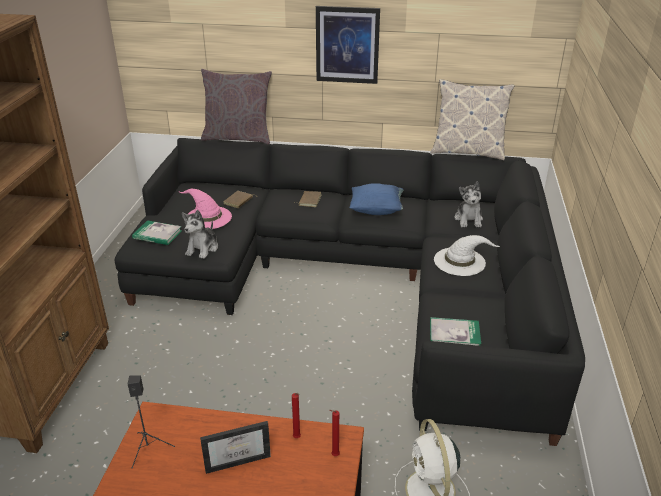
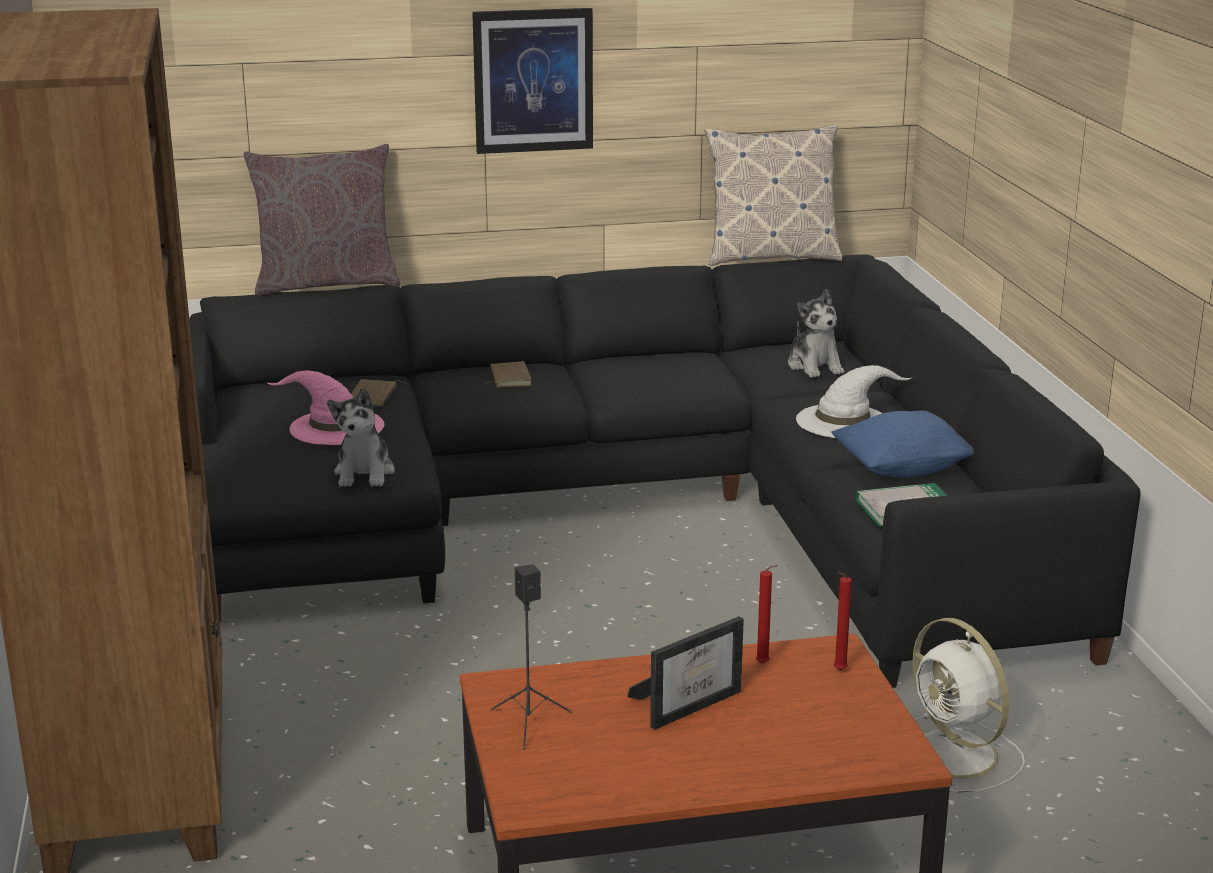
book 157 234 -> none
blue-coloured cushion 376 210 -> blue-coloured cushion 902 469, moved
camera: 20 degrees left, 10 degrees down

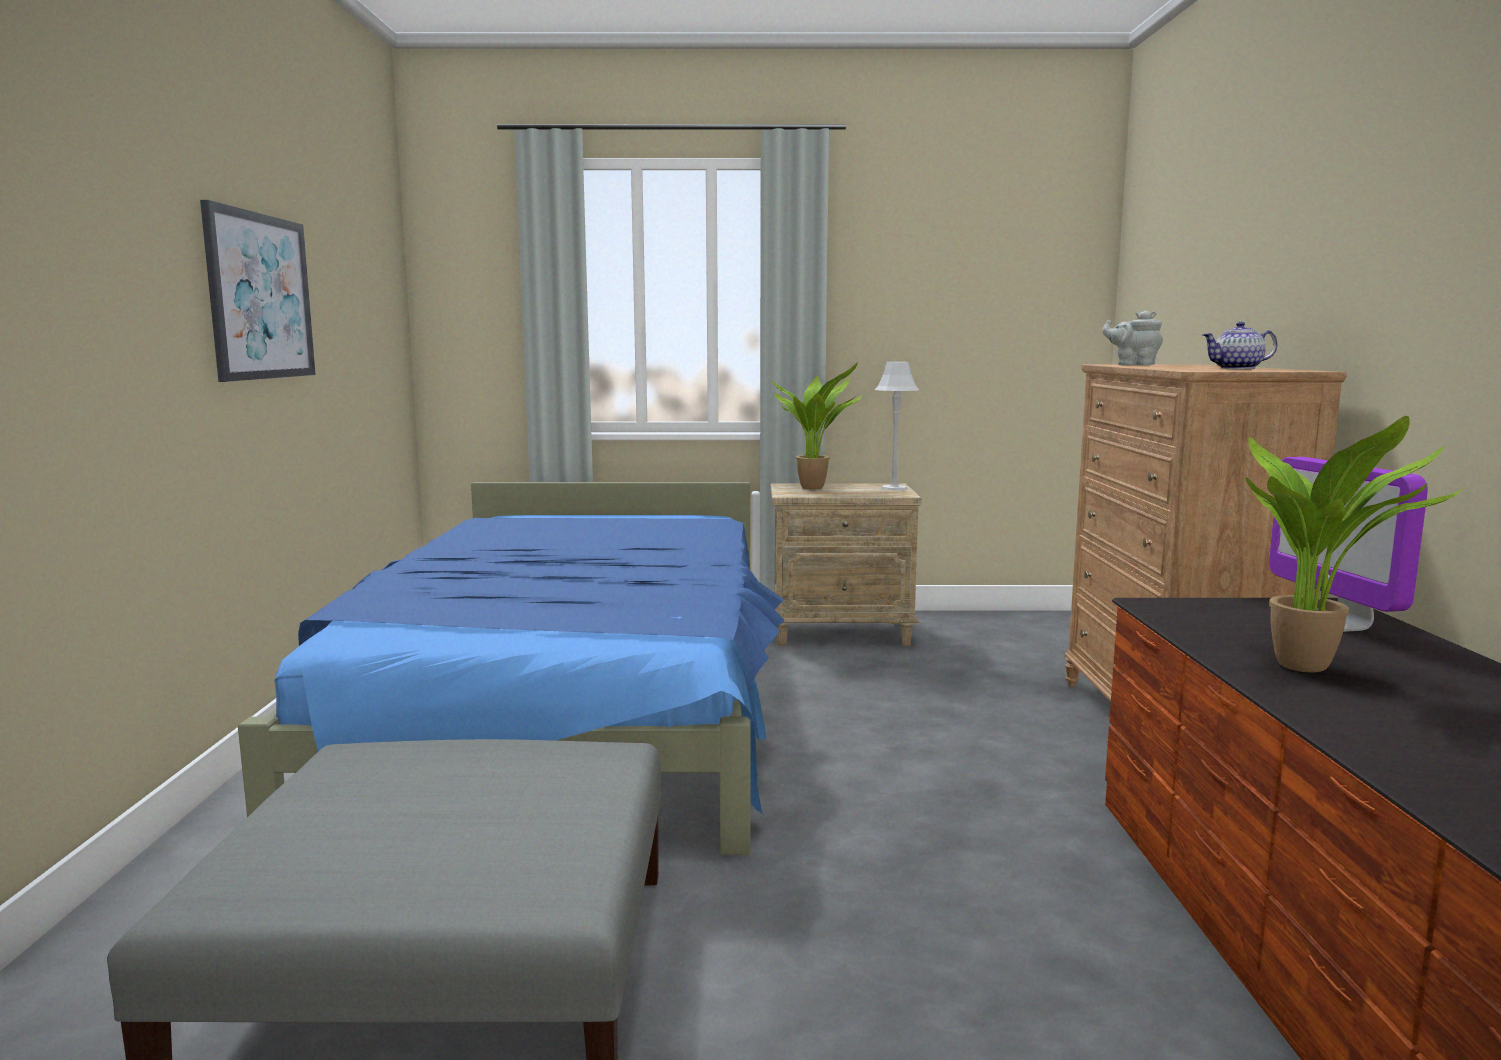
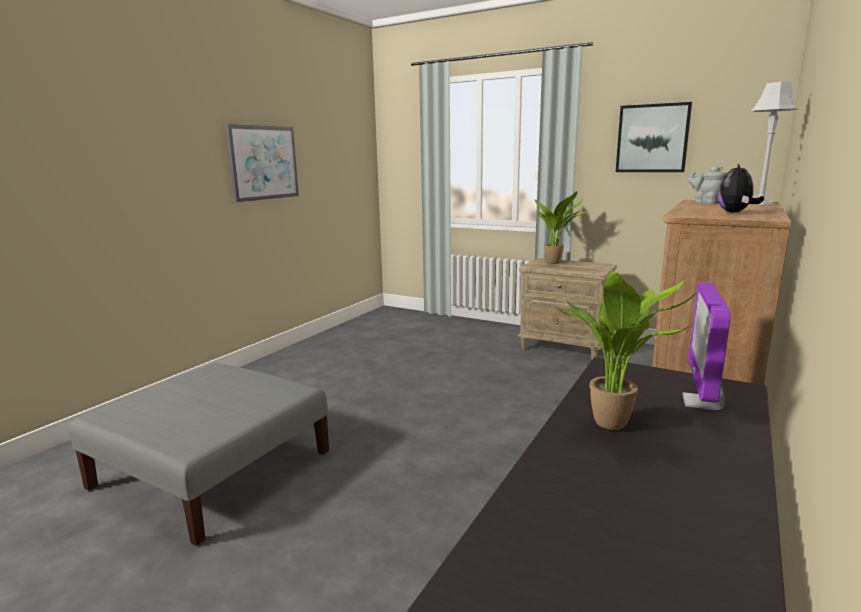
blue-coloured sleeping bed 574 706 -> none
none -> picture 652 138
greyish lamp for a table 894 488 -> greyish lamp for a table 760 203, moved
tea pot 1237 368 -> plush toy 735 212
camera: 30 degrees right, 5 degrees up

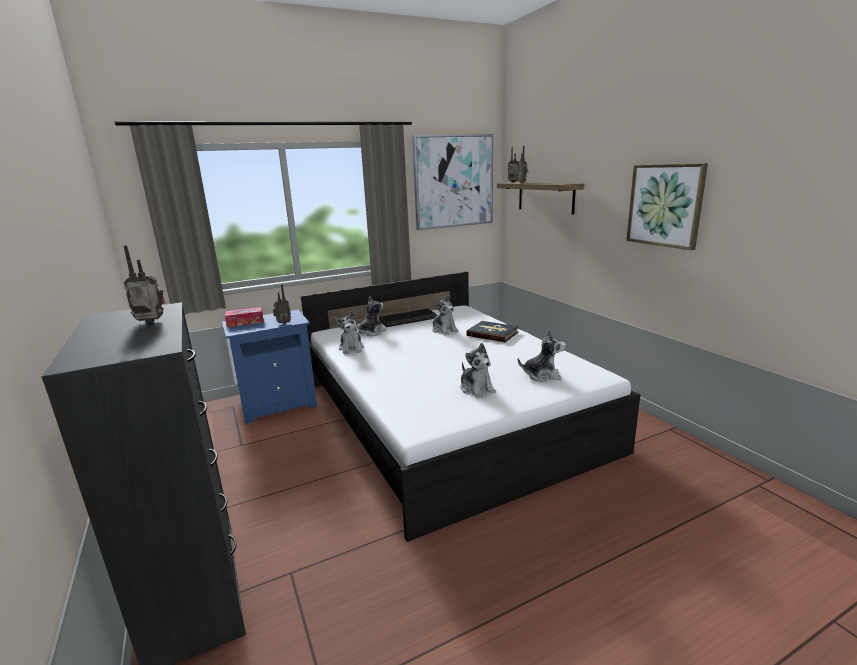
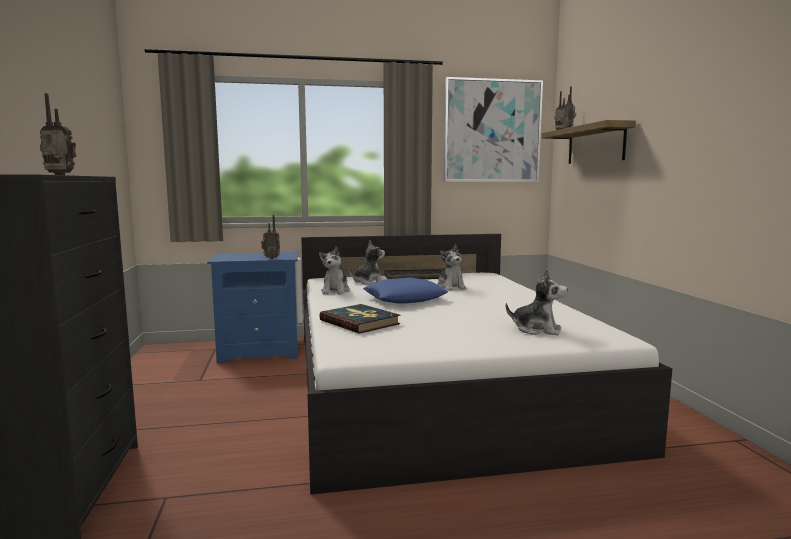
tissue box 245 322 -> none
plush toy 476 388 -> none
picture 665 205 -> none
none -> blue-coloured cushion 405 298
book 493 334 -> book 360 322, moved
camera: 15 degrees right, 10 degrees down

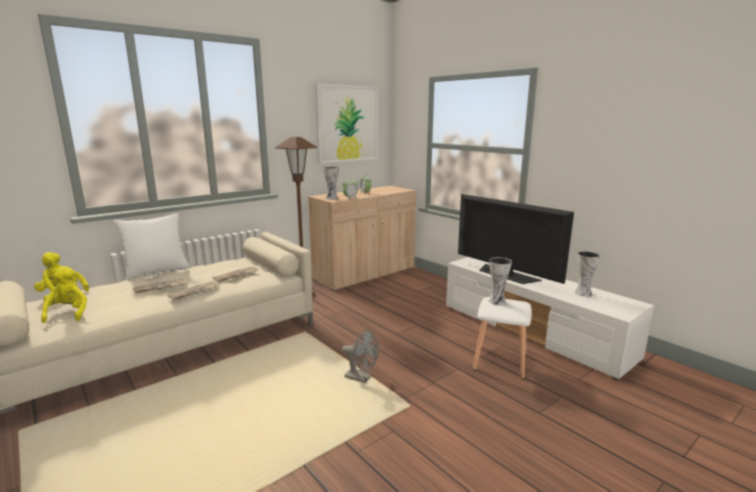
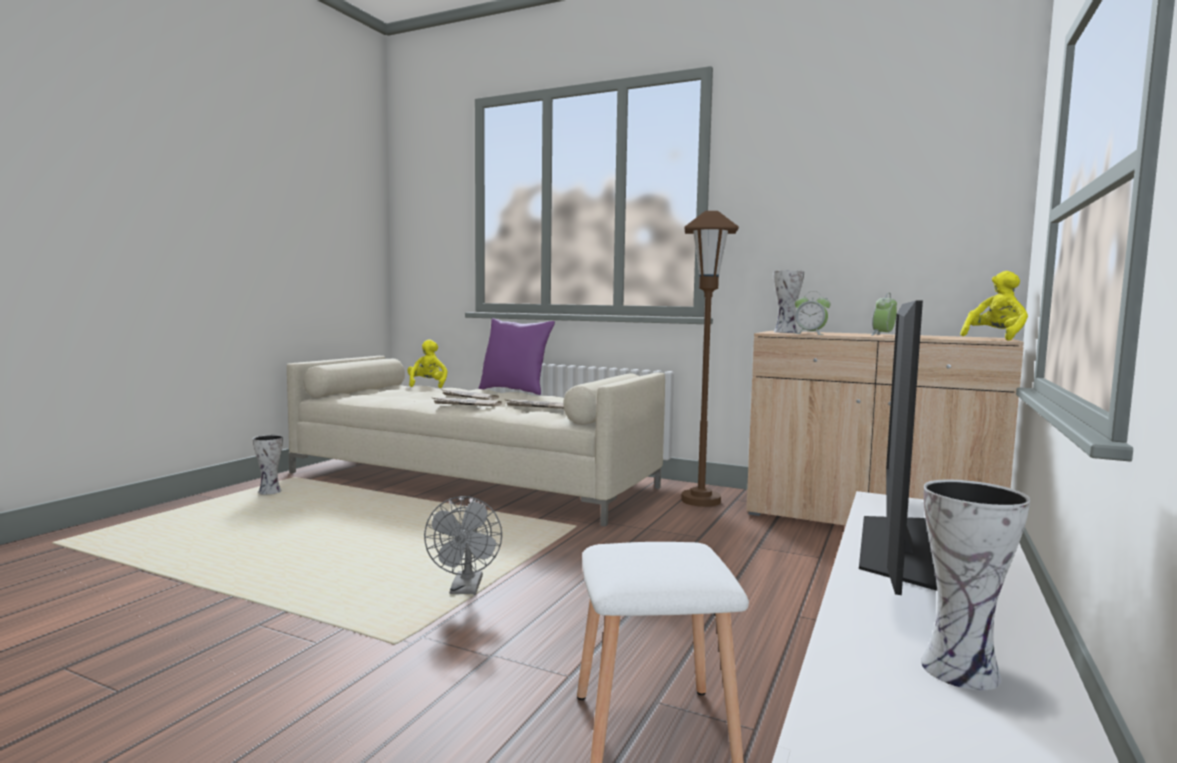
picture 347 124 -> none
yellowish plush toy 68 313 -> yellowish plush toy 995 338, moved
flower vase 497 301 -> flower vase 270 493, moved
white-coloured cushion 157 271 -> purple-coloured cushion 515 391
camera: 65 degrees right, 10 degrees down

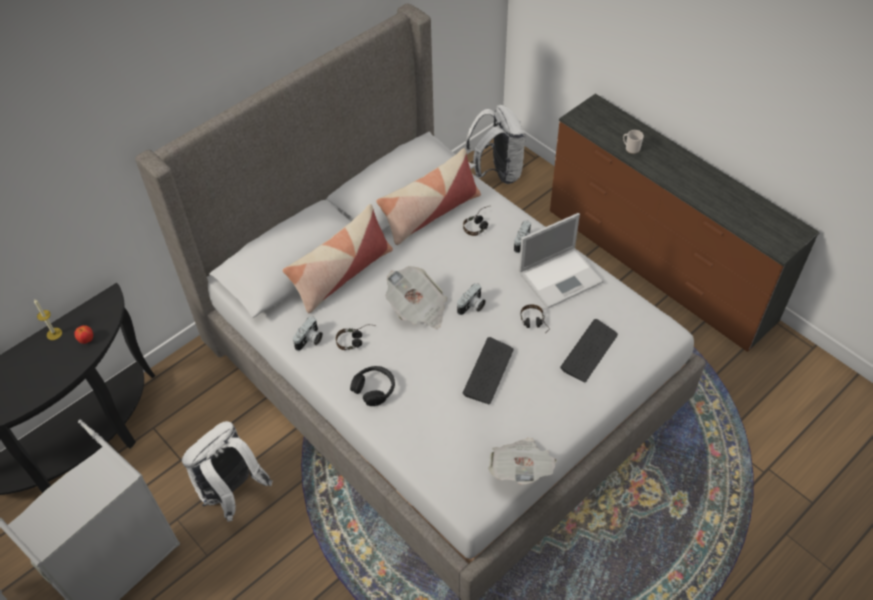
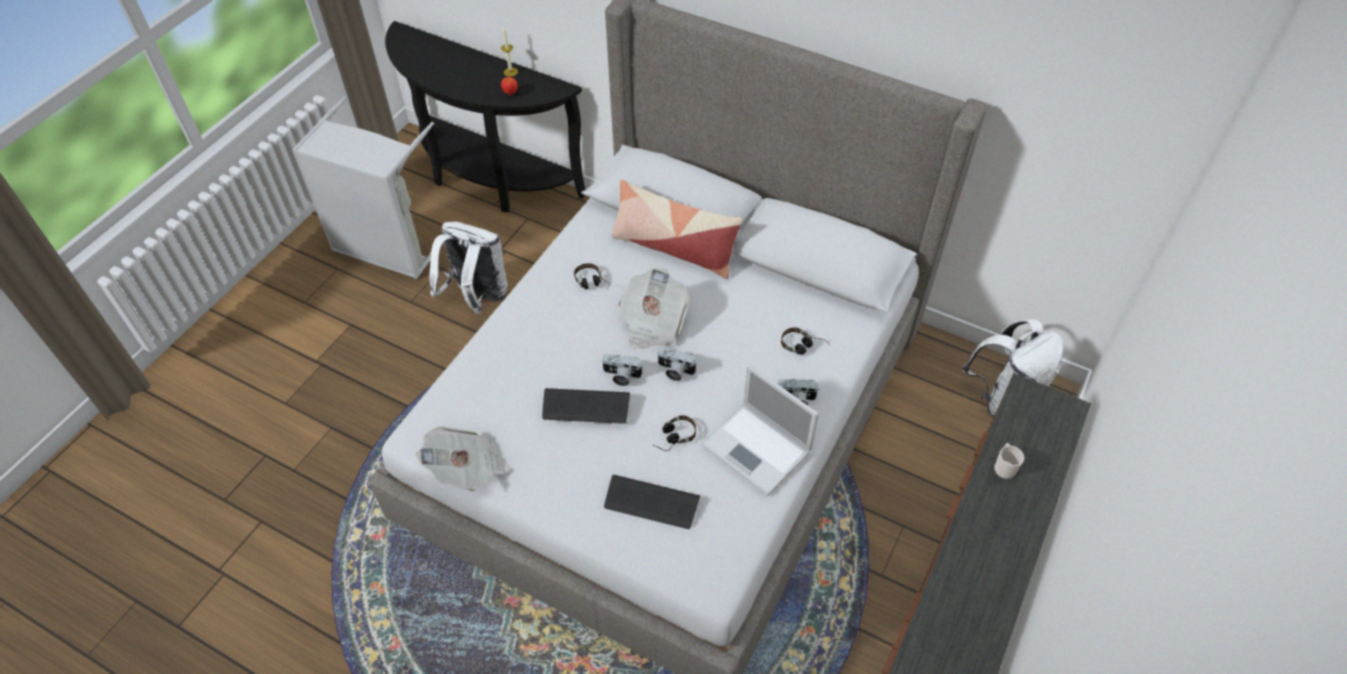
black headset 374 389 -> none
cushion 430 213 -> none
still camera 310 340 -> still camera 621 376, moved
camera: 70 degrees right, 0 degrees up

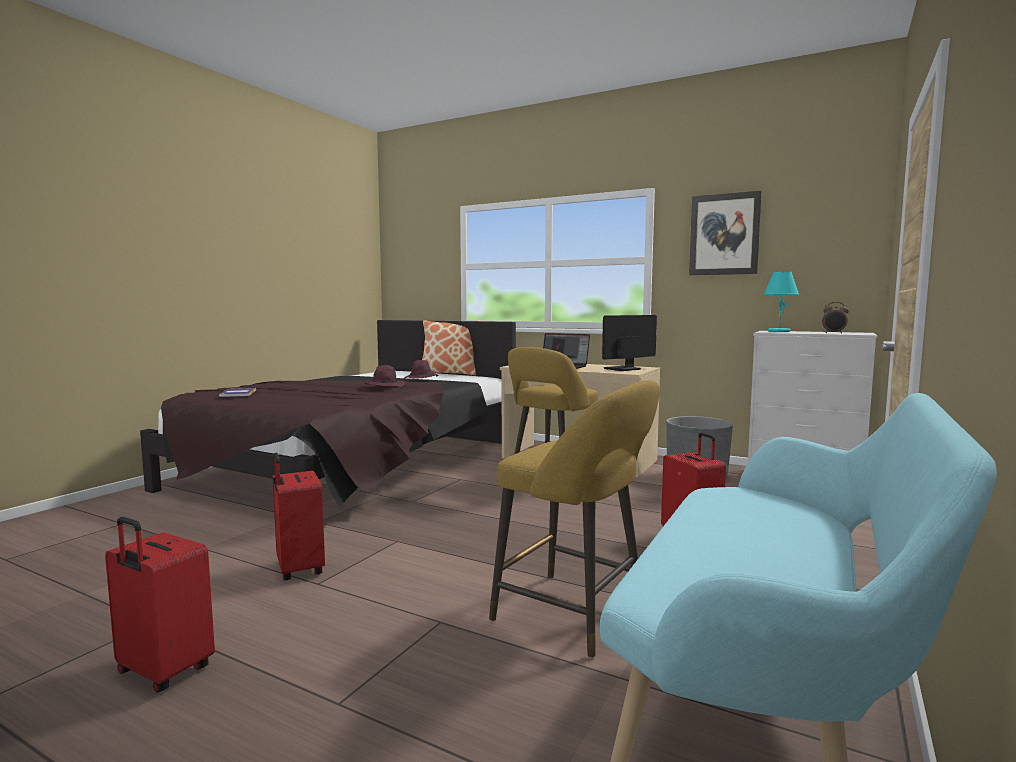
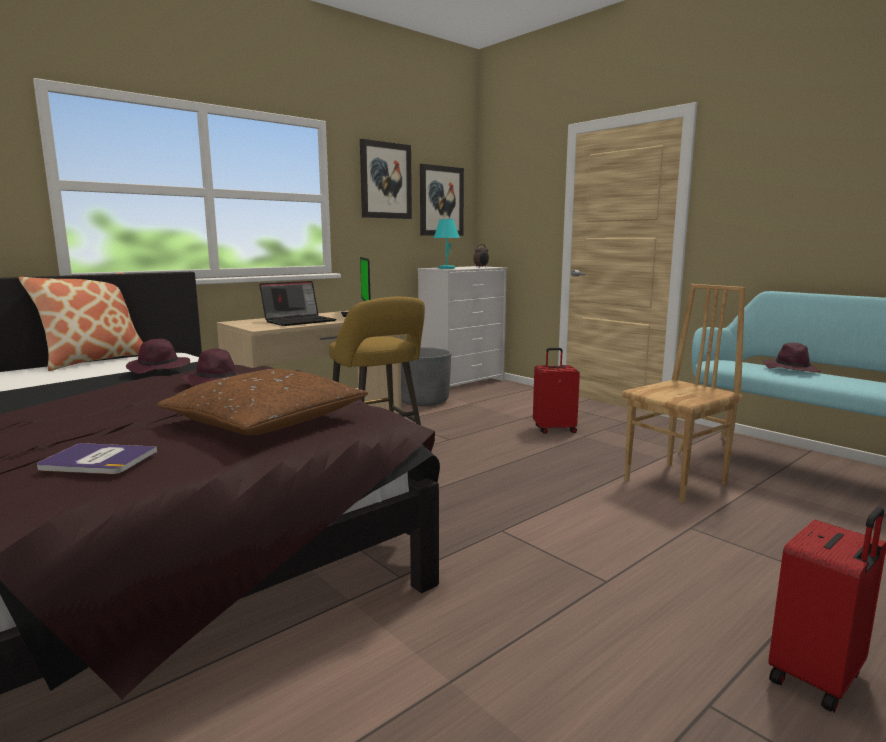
red-coloured suitcase 298 569 -> none
none -> brown cushion 266 421
none -> picture 441 201
none -> purple-coloured wearable hat 790 369
yellowish stool 577 615 -> brown chair 677 482
camera: 70 degrees left, 5 degrees up

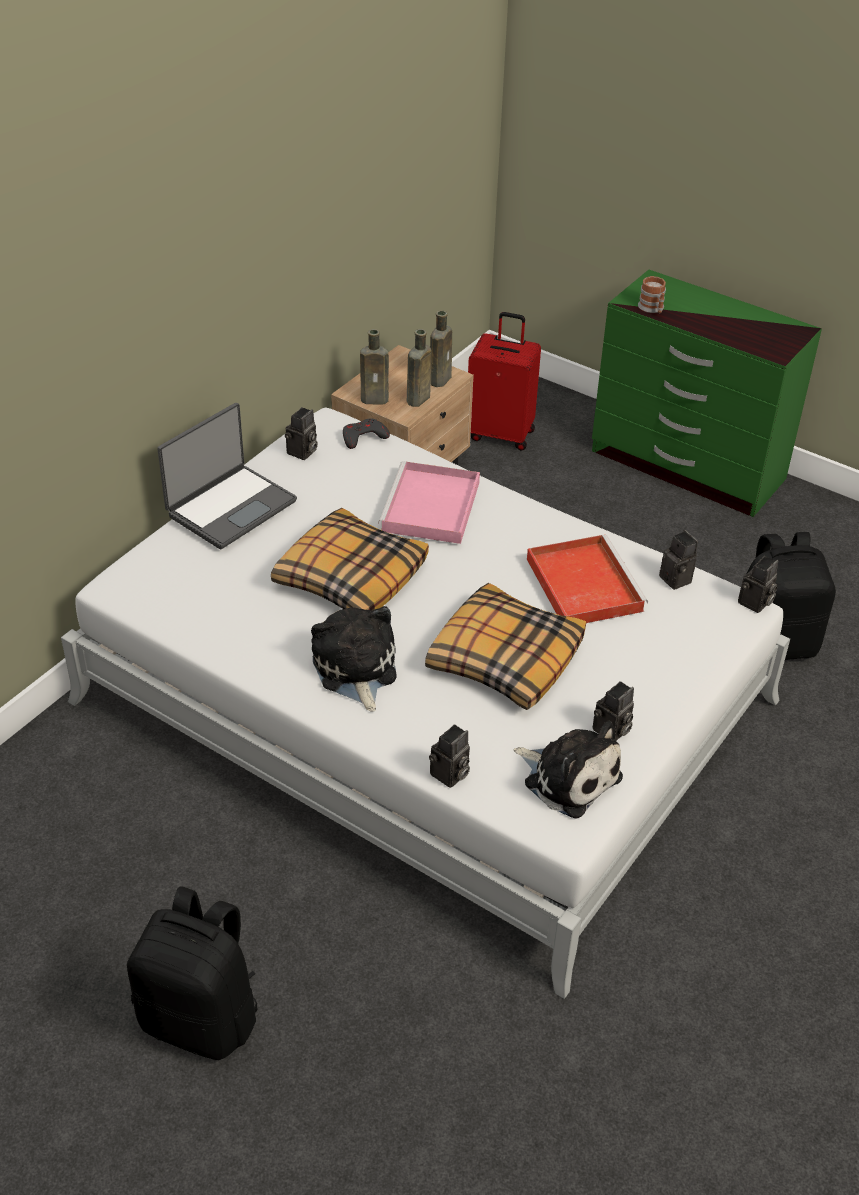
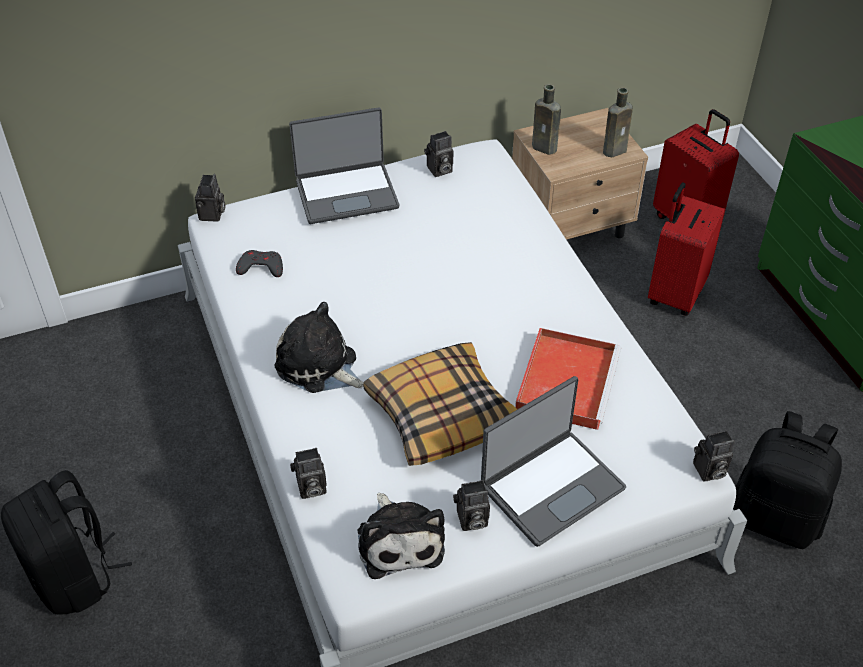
cushion 350 577 -> none
pink-coloured serving tray 431 508 -> none
brown beverage bottle 417 400 -> none
tea mug 652 309 -> none
none -> portable computer 551 486
none -> red-coloured suitcase 674 294
greyish gamepad 363 437 -> greyish gamepad 261 267, moved
still camera 678 579 -> still camera 212 215, moved
plush toy 355 670 -> plush toy 319 366, 75 degrees counterclockwise
camera: 35 degrees right, 5 degrees up

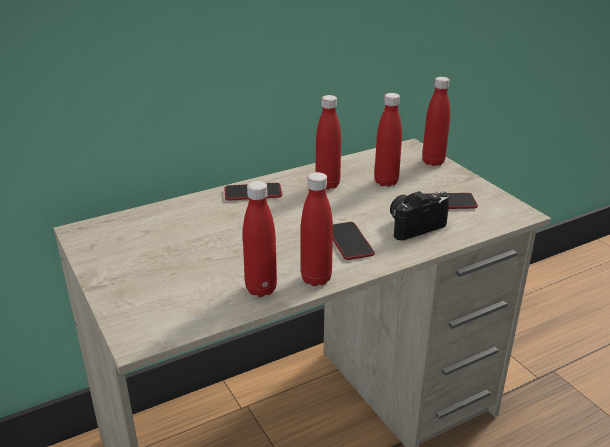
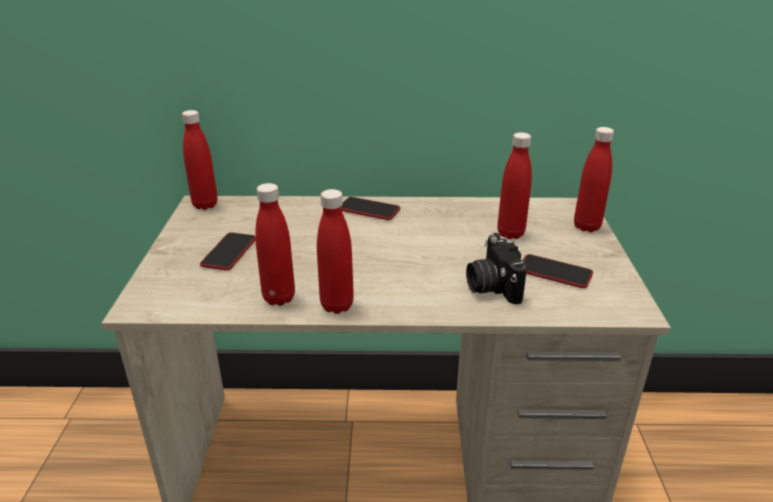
red-coloured beverage bottle 327 185 -> red-coloured beverage bottle 205 205, moved
handset 349 242 -> handset 229 252, moved
still camera 414 226 -> still camera 491 286, 105 degrees counterclockwise
camera: 30 degrees right, 0 degrees up

